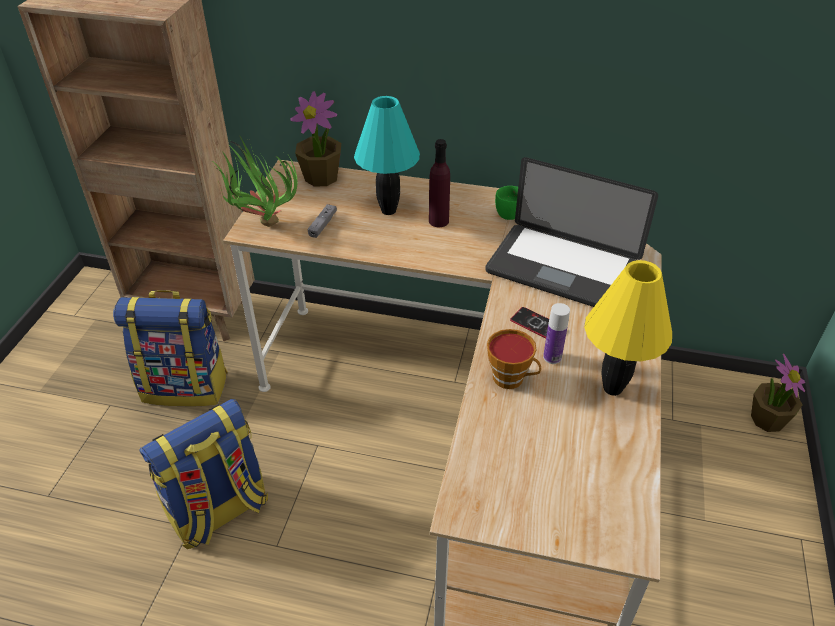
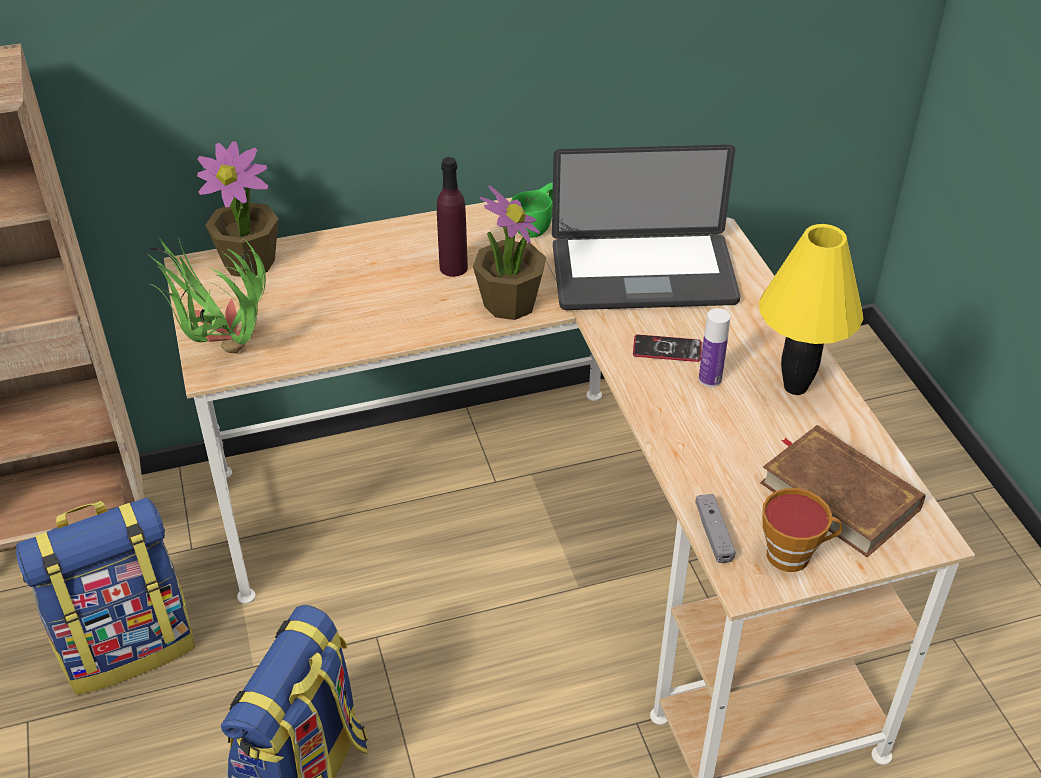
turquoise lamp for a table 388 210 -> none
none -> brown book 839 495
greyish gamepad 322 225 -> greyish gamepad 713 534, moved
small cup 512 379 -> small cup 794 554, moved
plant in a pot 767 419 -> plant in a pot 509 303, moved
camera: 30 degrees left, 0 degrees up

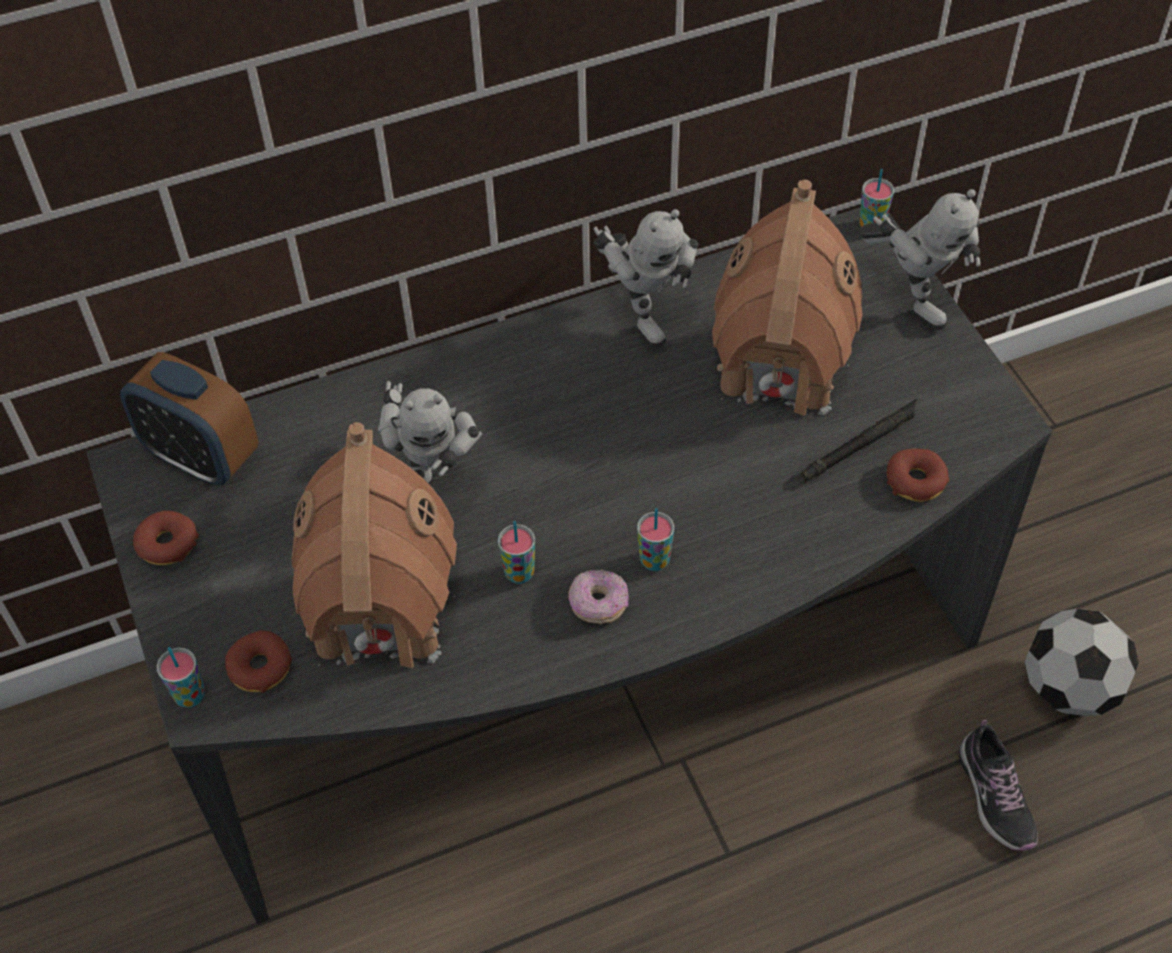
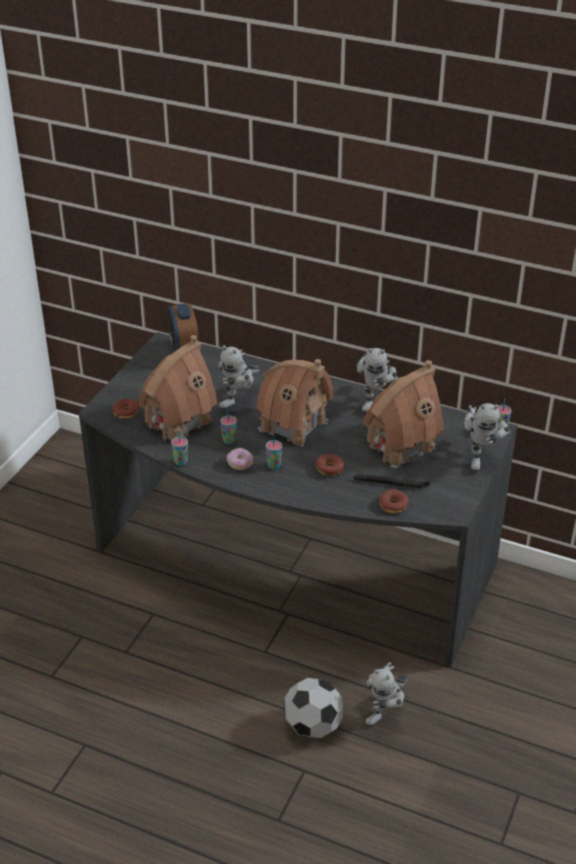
none -> model house 294 425
doughnut 167 544 -> doughnut 329 468, moved
small cup 190 696 -> small cup 181 462, moved
football ball 1068 688 -> football ball 312 726, moved
low shoe 995 796 -> model robot 386 715
camera: 45 degrees right, 15 degrees down

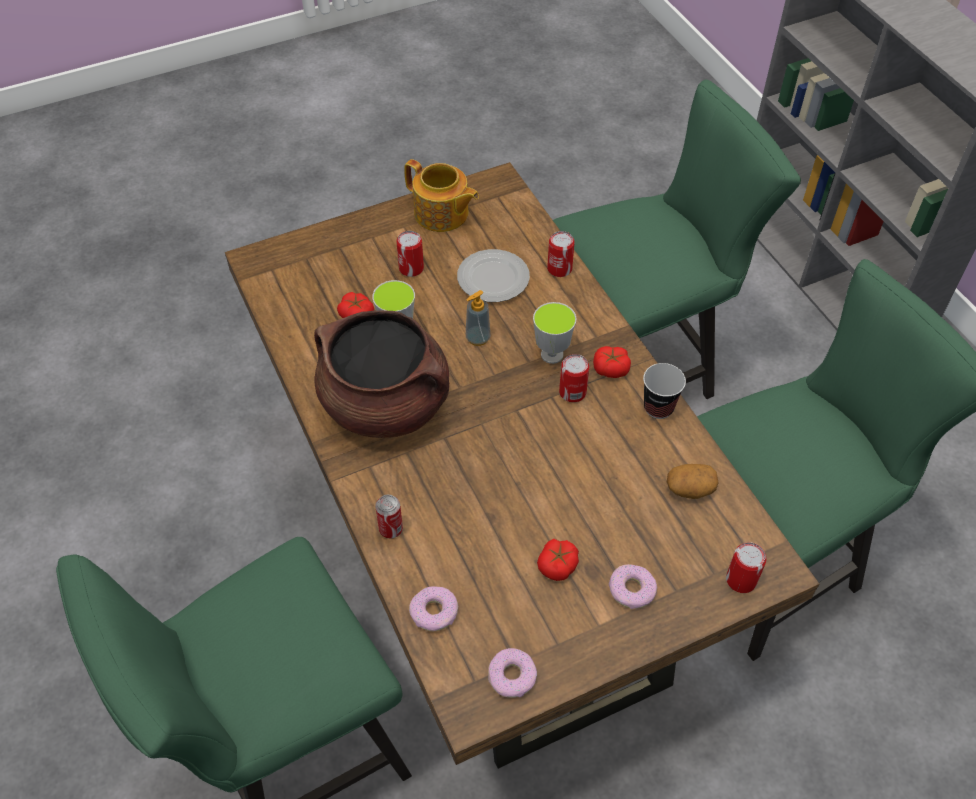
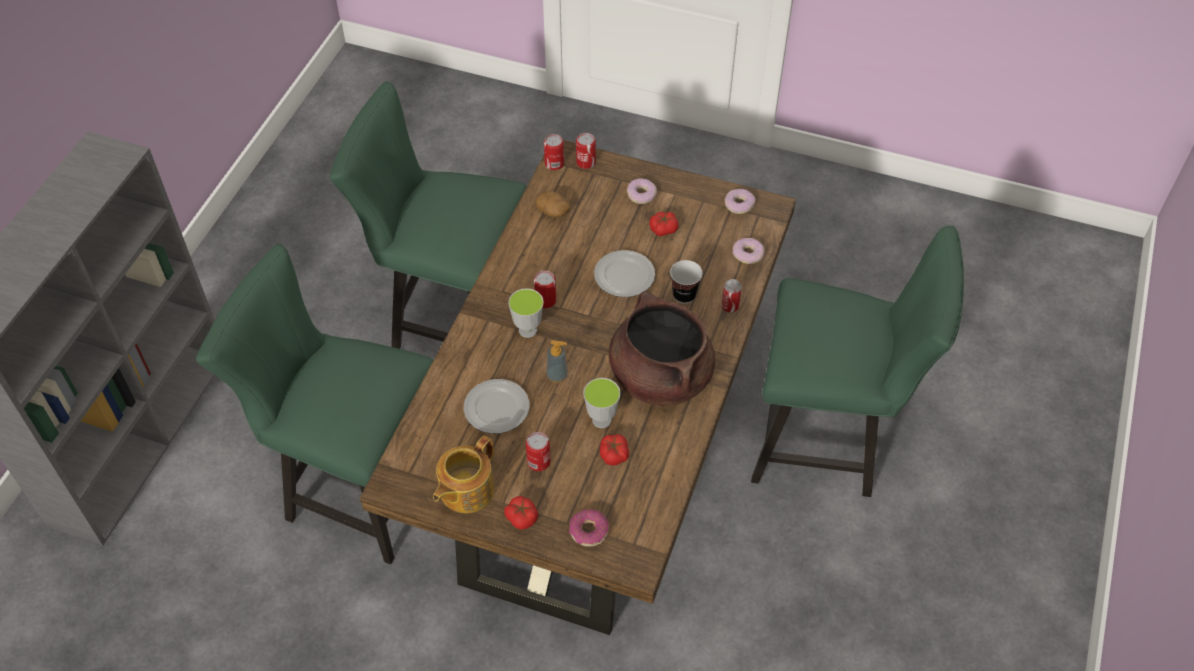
none -> doughnut 588 531
none -> plate 625 276
can 559 269 -> can 554 163, moved
whole tomato 611 369 -> whole tomato 522 517, moved
small cup 658 407 -> small cup 684 295, moved
tea pot 442 214 -> tea pot 465 490, 135 degrees counterclockwise
camera: 135 degrees left, 0 degrees up

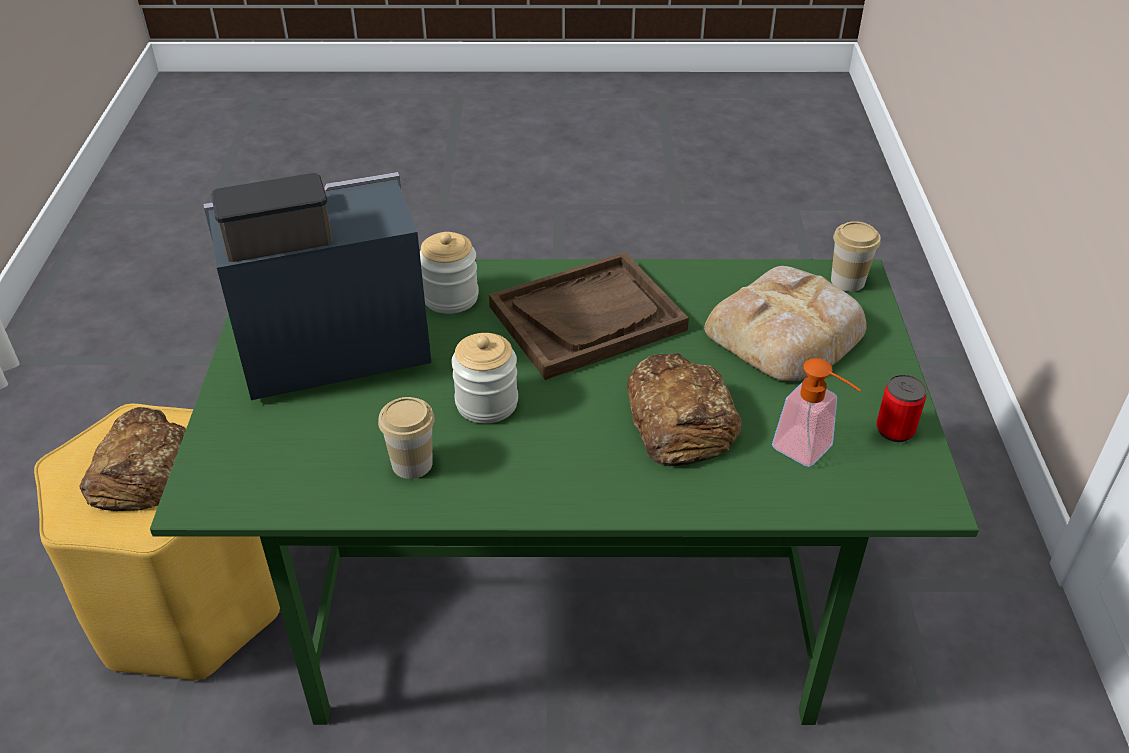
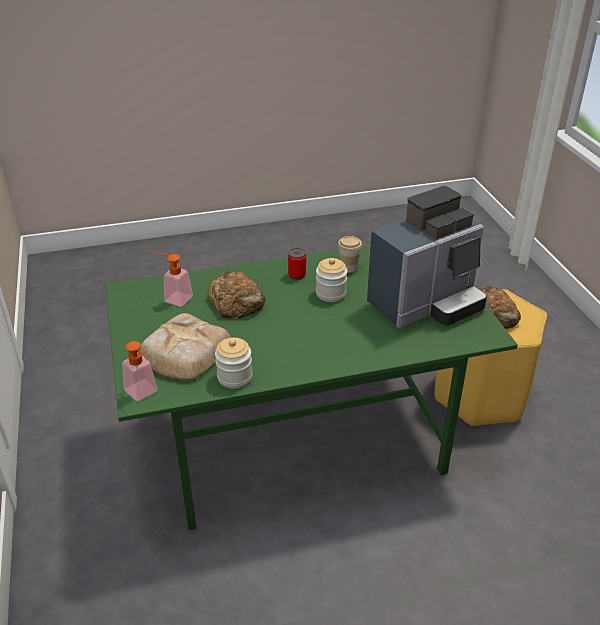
brown serving tray 587 318 -> none
preserve jar 450 297 -> preserve jar 234 377, moved
can 895 430 -> can 297 275, moved
small cup 847 281 -> soap bottle 144 394
camera: 165 degrees right, 5 degrees down

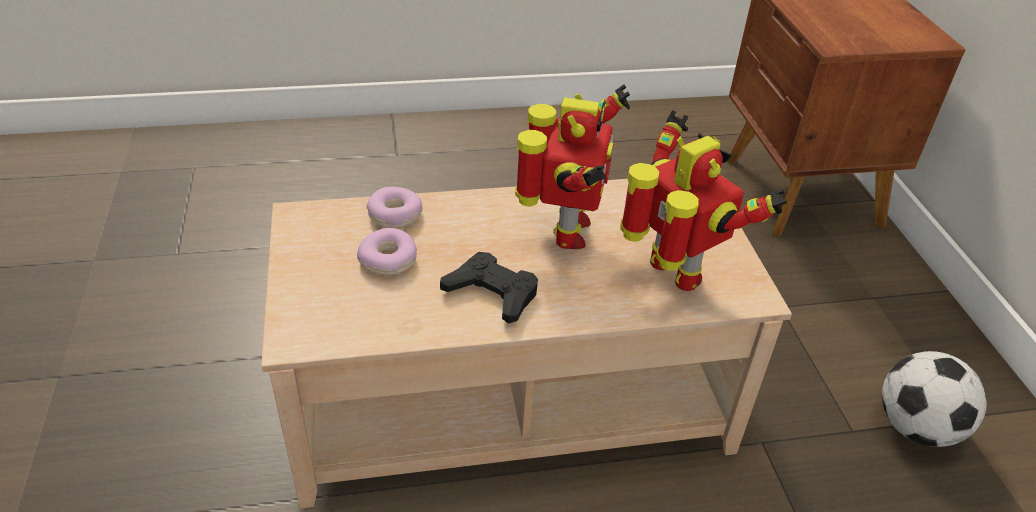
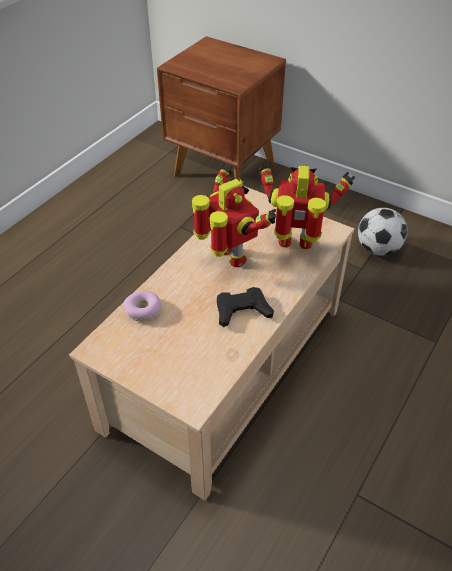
doughnut 389 260 -> none
camera: 45 degrees left, 5 degrees up

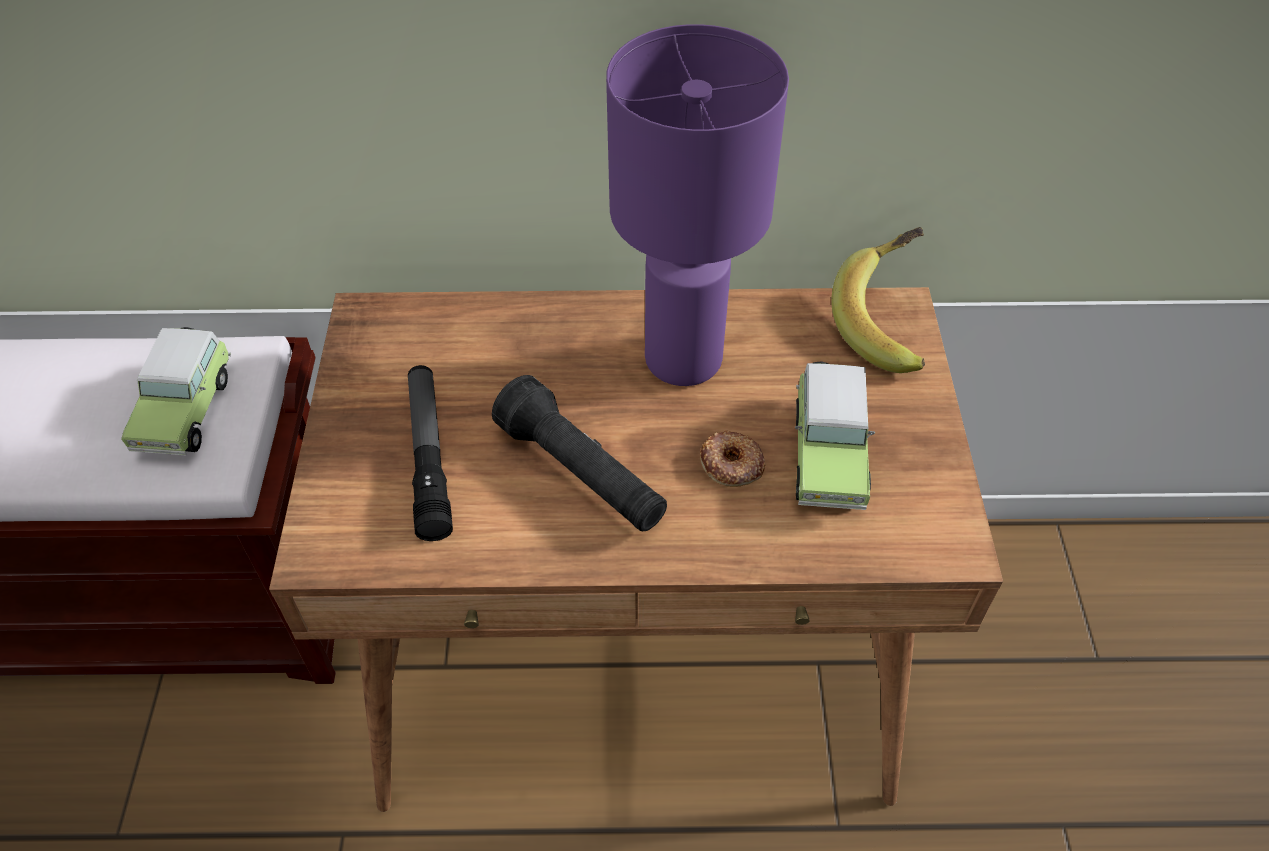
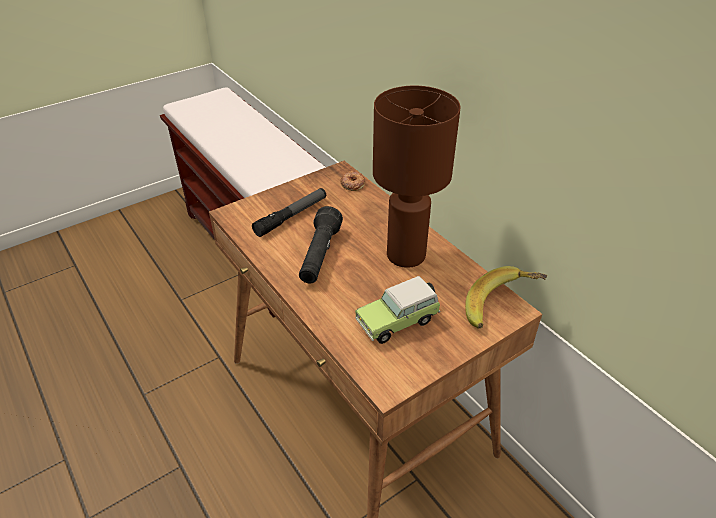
toy car 188 408 -> none
doughnut 731 464 -> doughnut 352 184, moved
purple-coloured lamp for a table 681 358 -> brown lamp for a table 406 254
camera: 55 degrees right, 10 degrees down

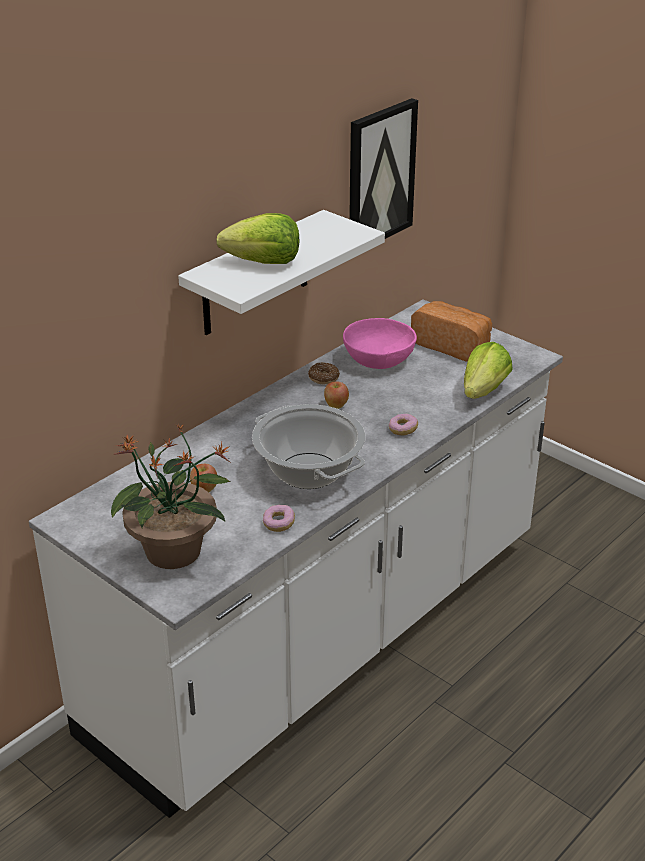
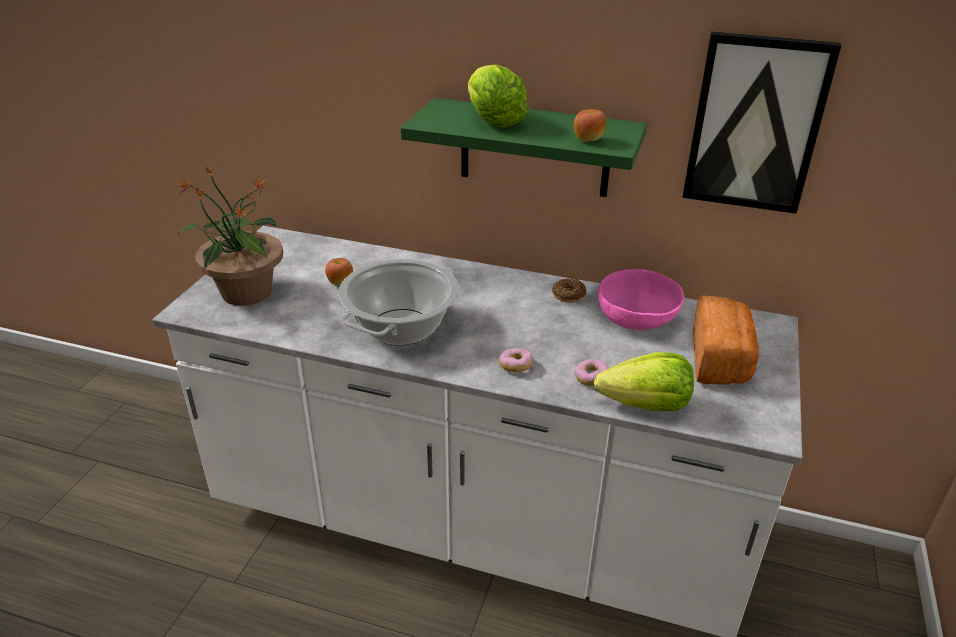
doughnut 279 524 -> doughnut 591 378, moved
whole apple 335 405 -> whole apple 588 140, moved
white-coloured wall shelf 255 274 -> greenish wall shelf 534 148
camera: 65 degrees right, 0 degrees up

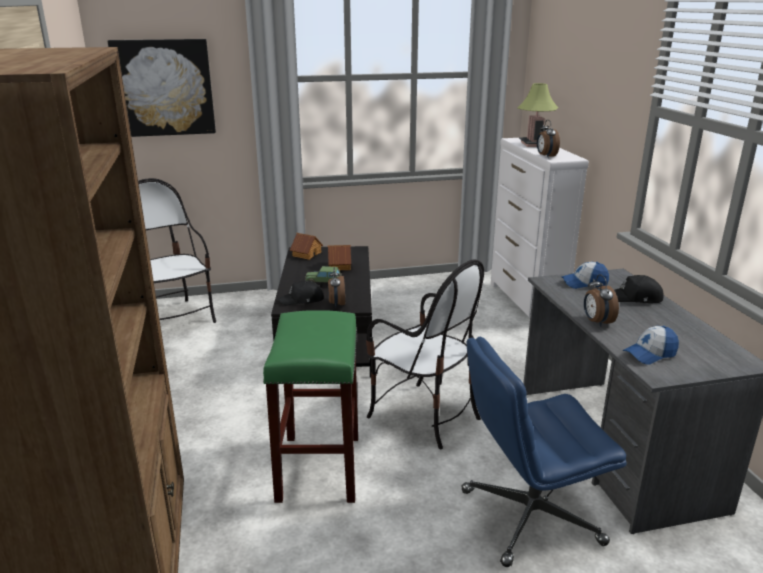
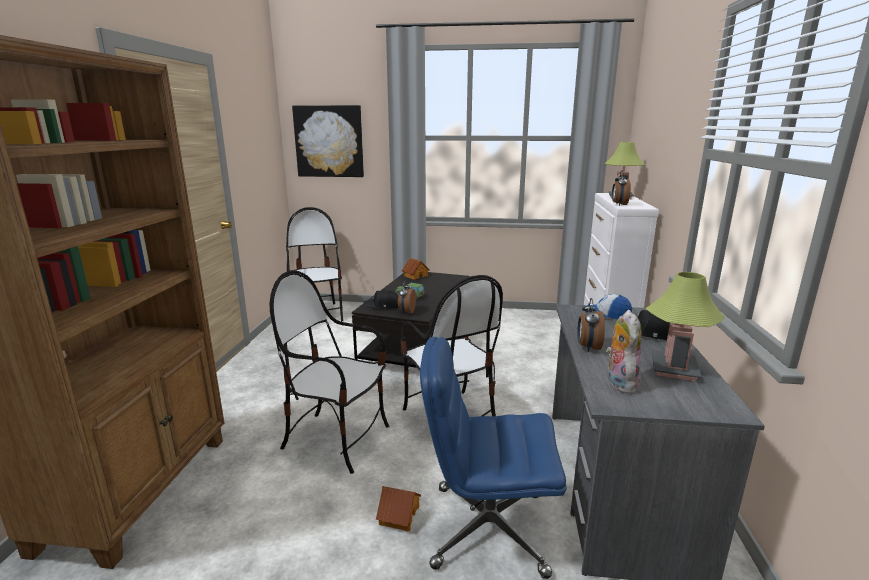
none -> lamp for a table 674 368
model house 339 266 -> model house 398 515, moved
greenish stool 318 467 -> chair 337 439
baseball cap 650 354 -> plush toy 619 383
camera: 20 degrees right, 5 degrees down

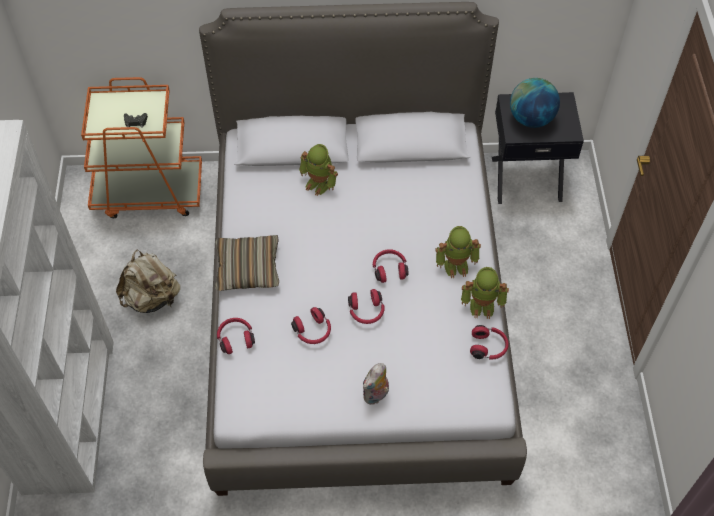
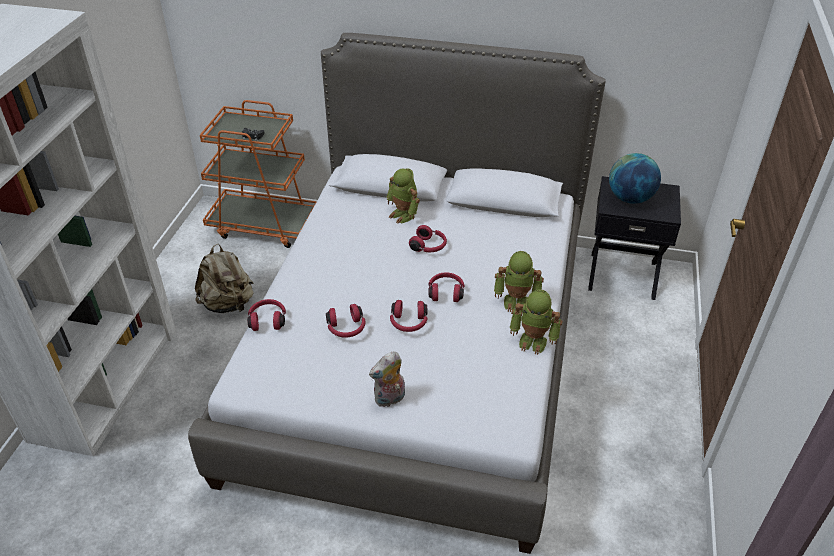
cushion 248 268 -> none
red-coloured headset 488 347 -> red-coloured headset 429 246, moved
camera: 15 degrees right, 15 degrees down

